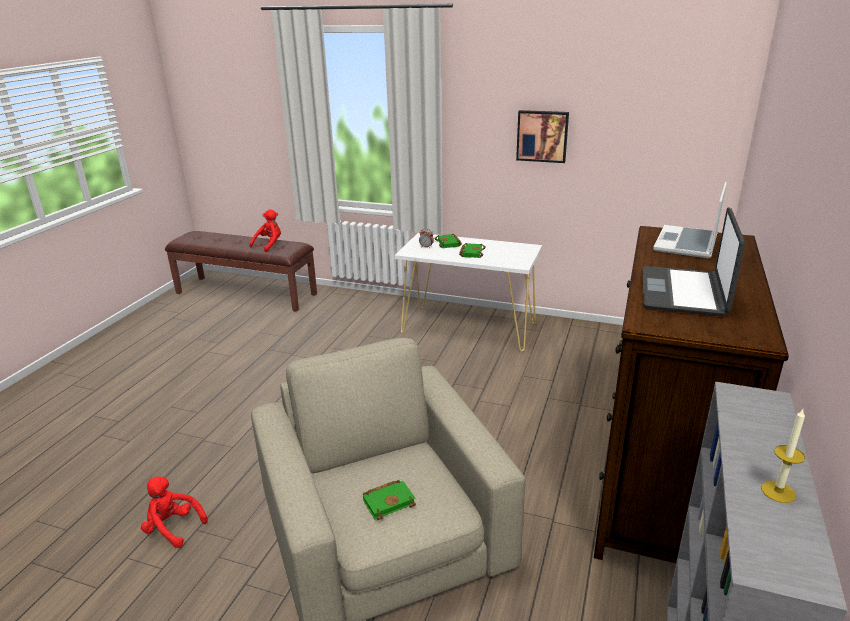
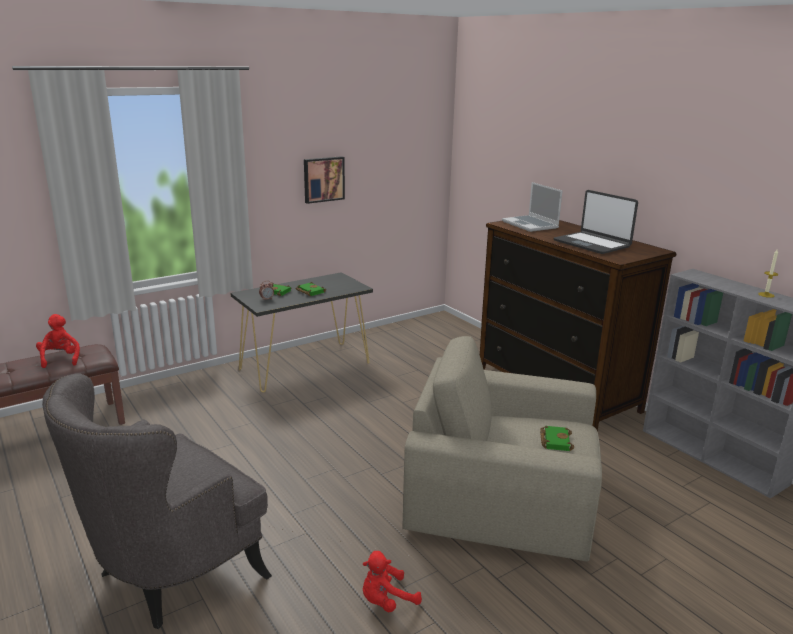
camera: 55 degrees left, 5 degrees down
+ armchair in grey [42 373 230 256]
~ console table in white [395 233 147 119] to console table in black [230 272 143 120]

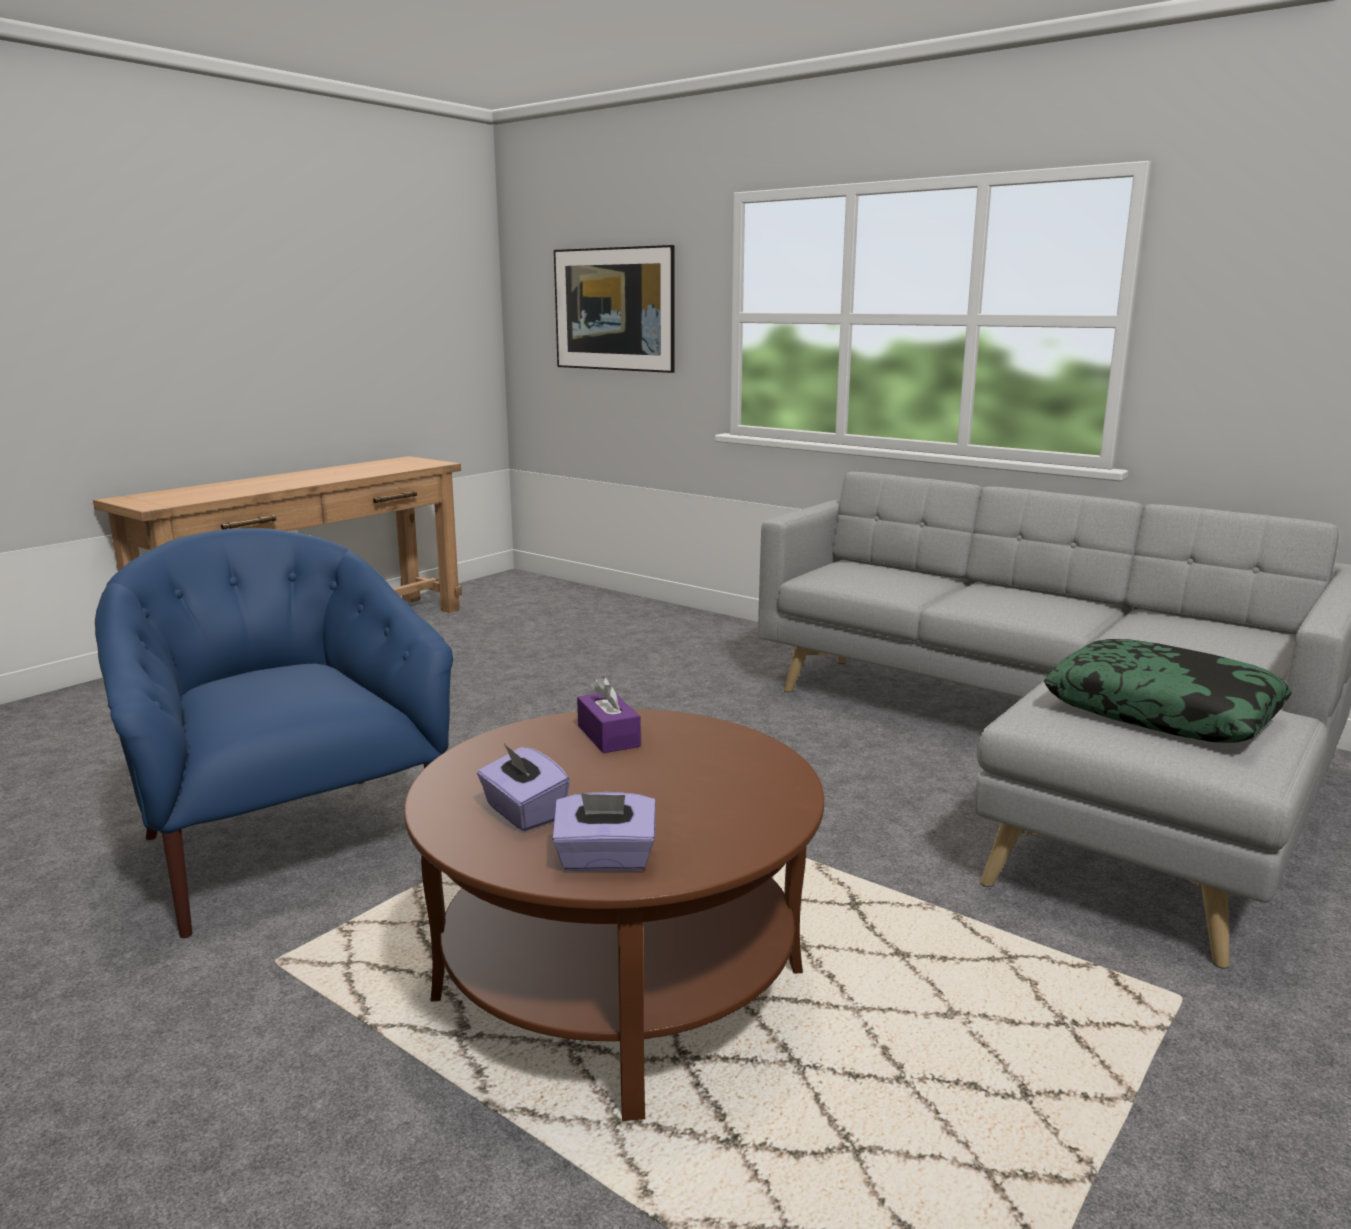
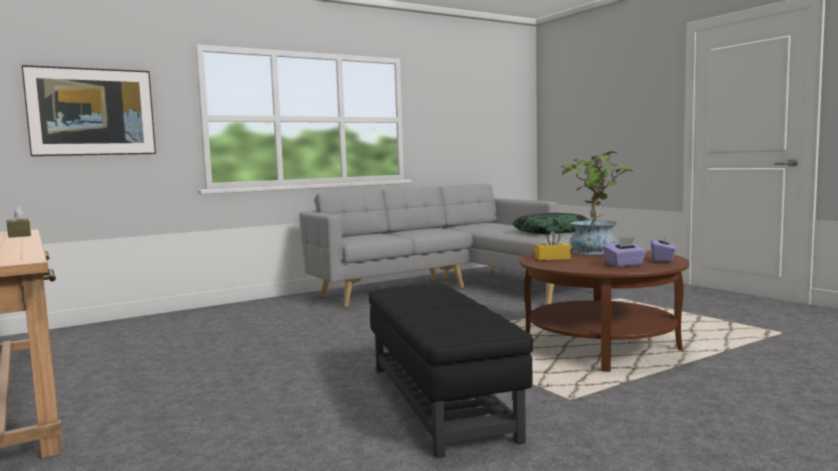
camera: 70 degrees left, 10 degrees down
+ tissue box in brown [6 206 25 32]
+ potted plant [561 151 79 104]
~ armchair in blue [95 528 358 410] to ottoman in black [369 284 164 174]
~ tissue box in purple [577 676 64 77] to tissue box in yellow [535 231 36 30]

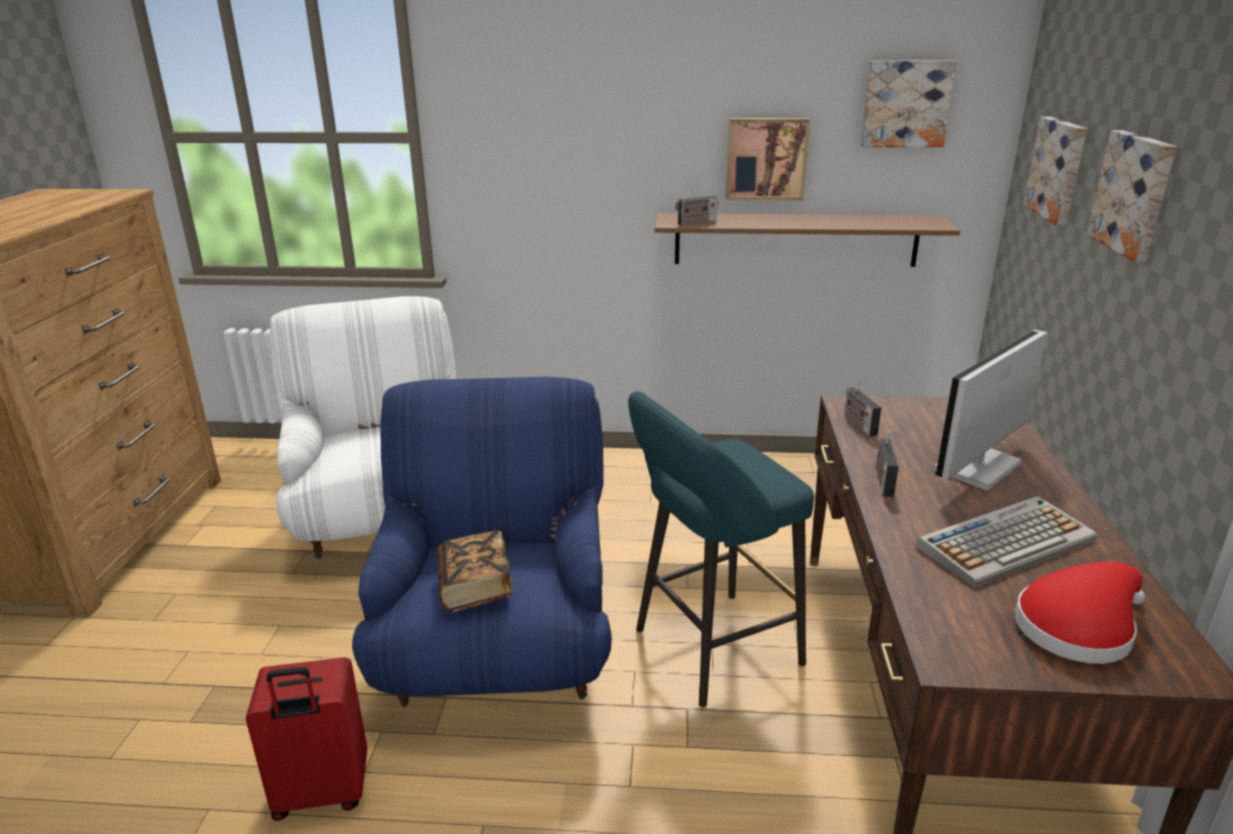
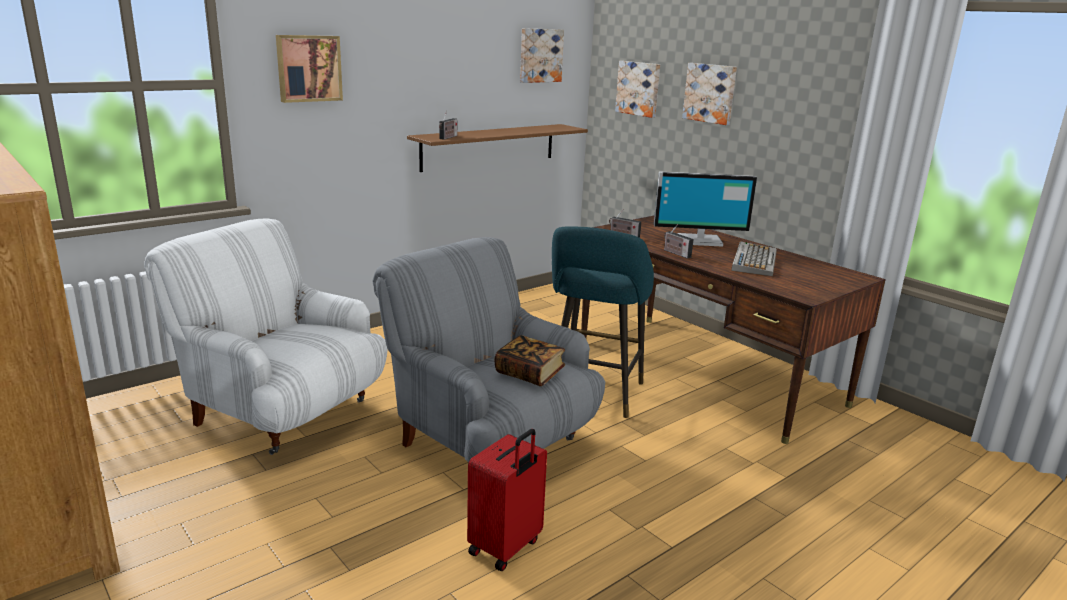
camera: 45 degrees left, 5 degrees down
- hat in red [1015 561 130 103]
~ picture [725 118 85 82] to [276 35 67 68]
~ armchair in blue [352 377 260 330] to armchair in grey [372 237 233 225]
~ monitor [933 330 114 161] = [654 172 103 75] 90 degrees counterclockwise

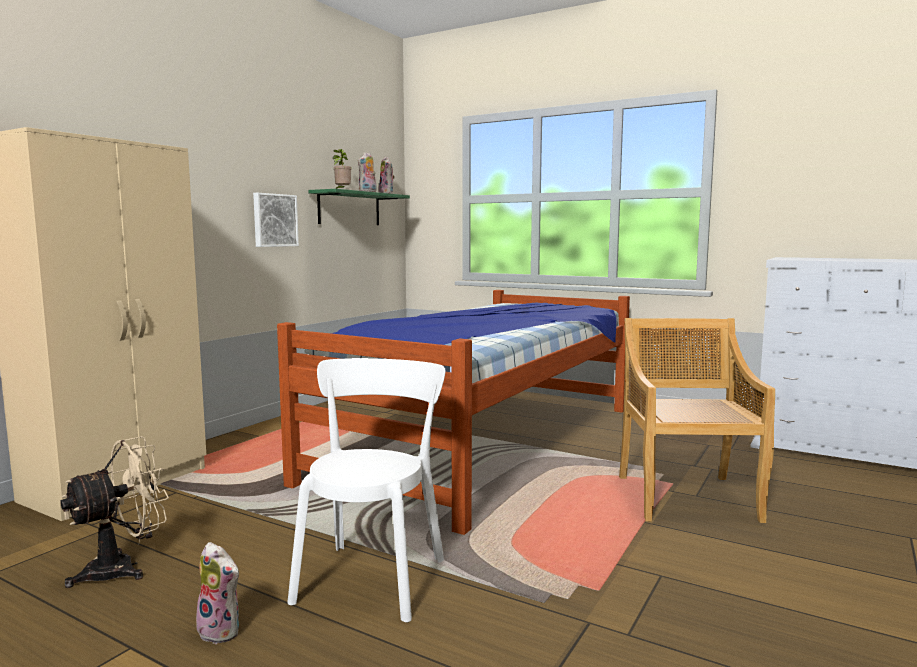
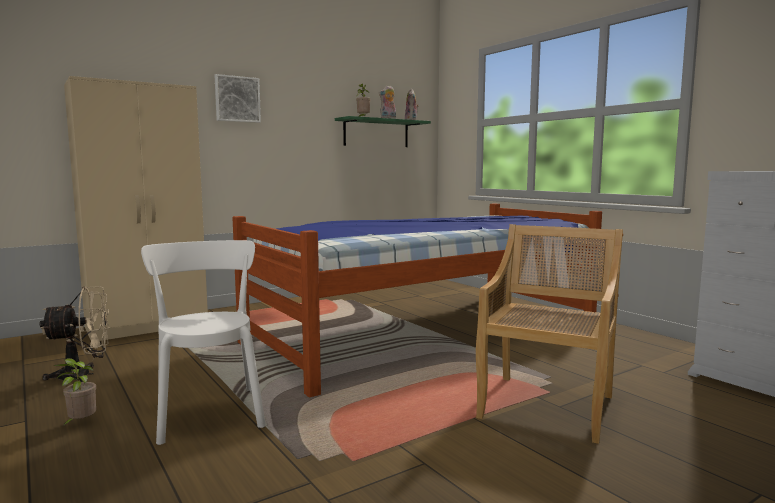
camera: 25 degrees right, 0 degrees up
~ picture [253 193 46 54] to [215 74 46 49]
~ plush toy [196 542 43 102] to potted plant [54 358 42 70]
~ chair in white [287 358 159 264] = [141 240 124 205] 60 degrees counterclockwise

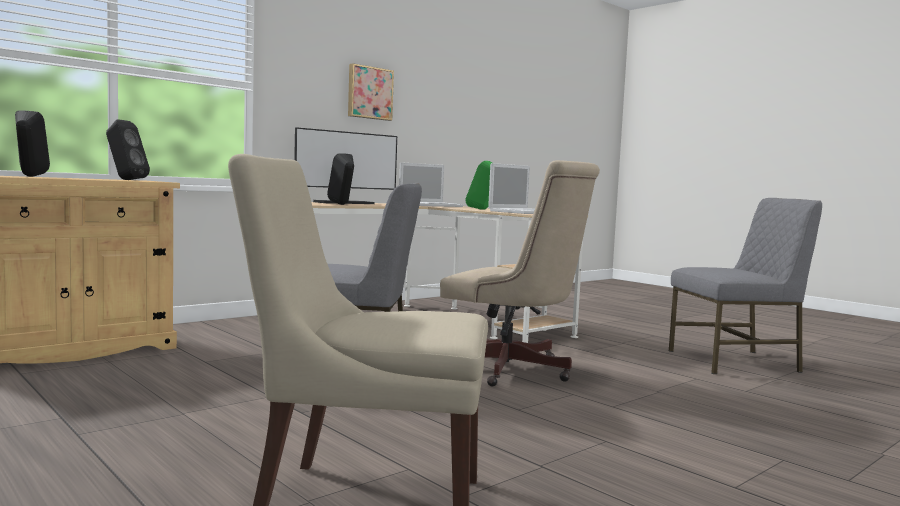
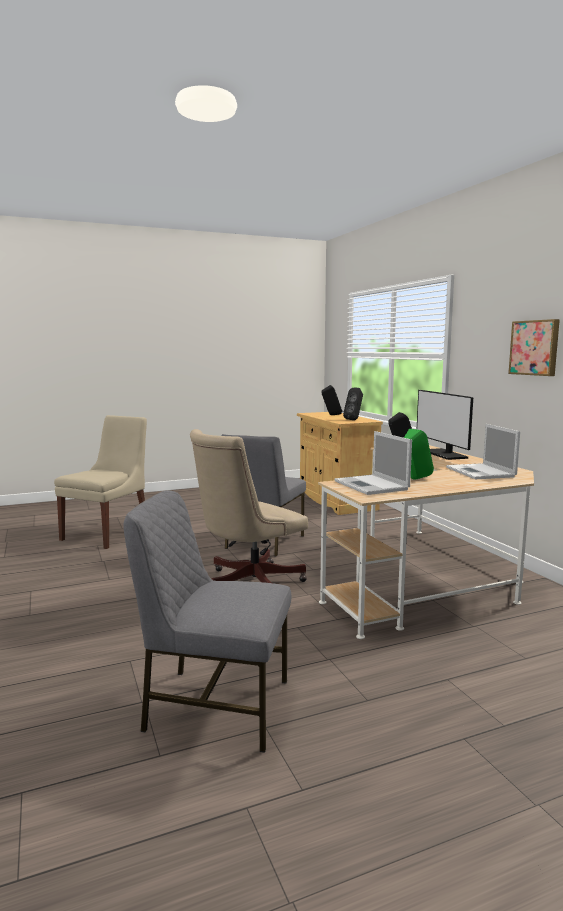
camera: 110 degrees right, 5 degrees up
~ chair in grey [669 198 153 176] = [123 491 169 262] 90 degrees clockwise

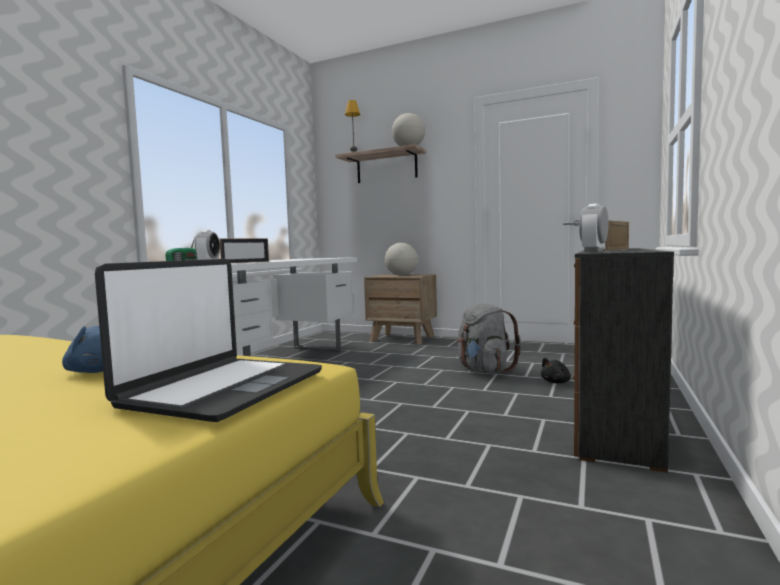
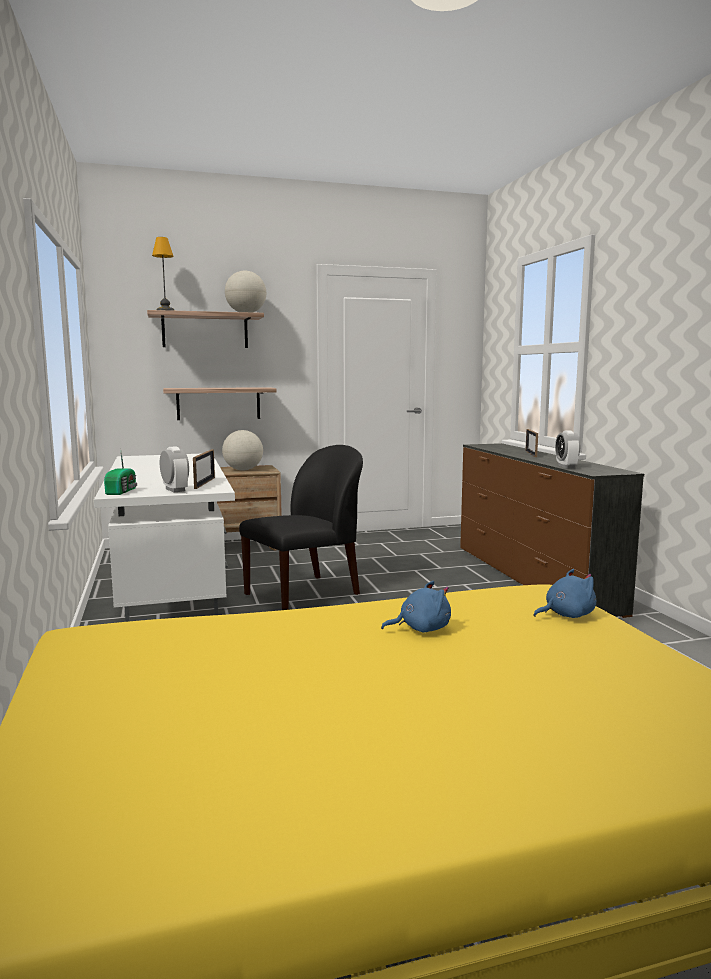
camera: 40 degrees left, 5 degrees up
- backpack in grey [457 304 64 70]
- plush toy in black [541 358 30 25]
+ shelf [163 387 114 33]
+ chair in black [239 445 124 165]
~ laptop [95 259 227 163] to plush toy in blue [534 569 62 49]

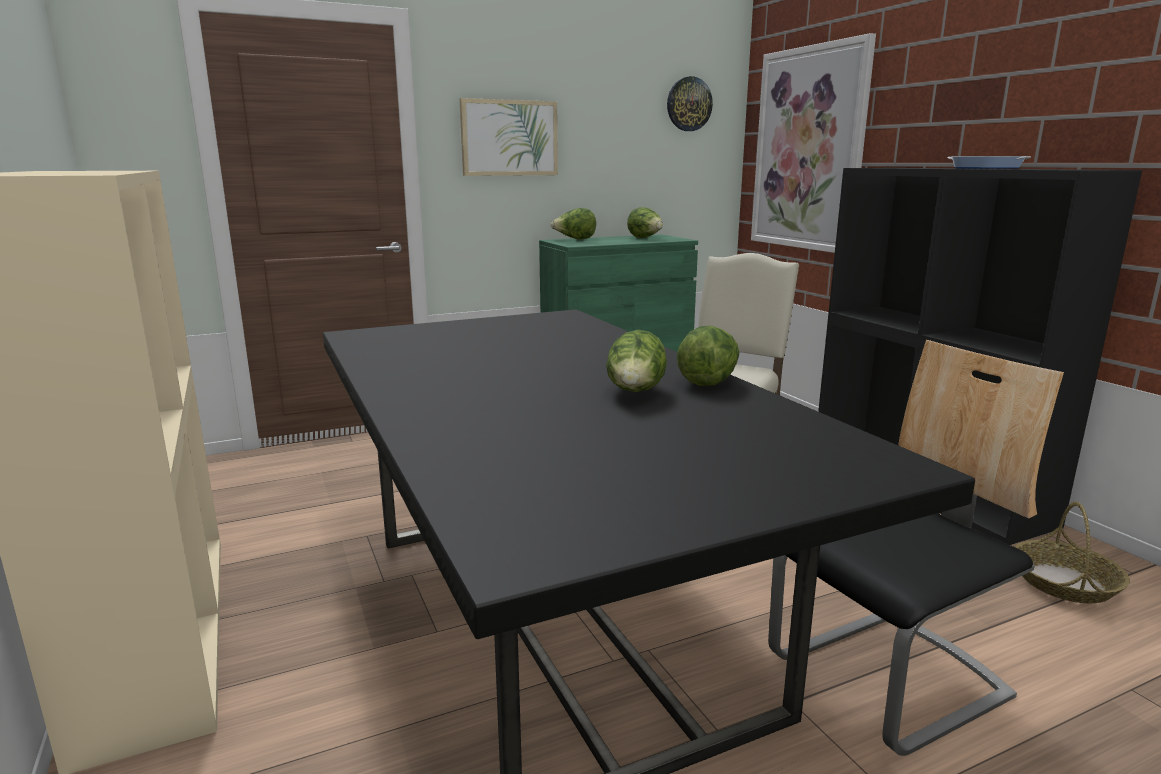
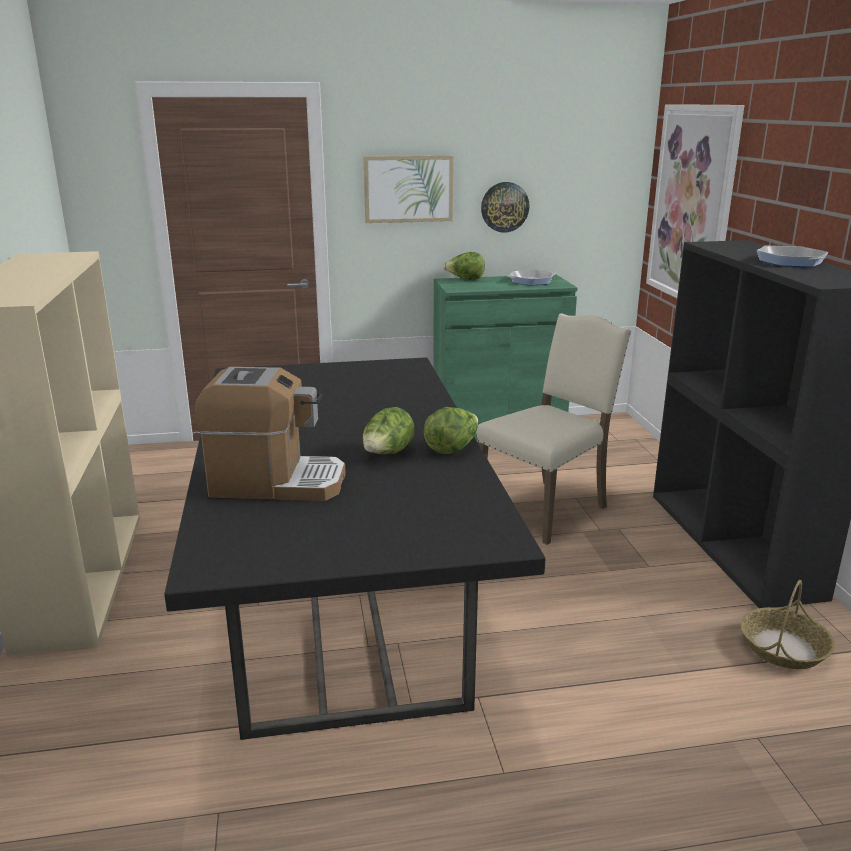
camera: 15 degrees right, 5 degrees up
- chair [768 340 296 416]
+ coffee machine [195 367 151 134]
~ wall clock [667 76 46 55] to [481 182 48 51]
~ lettuce [627 207 36 31] to frying pan [508 270 48 16]

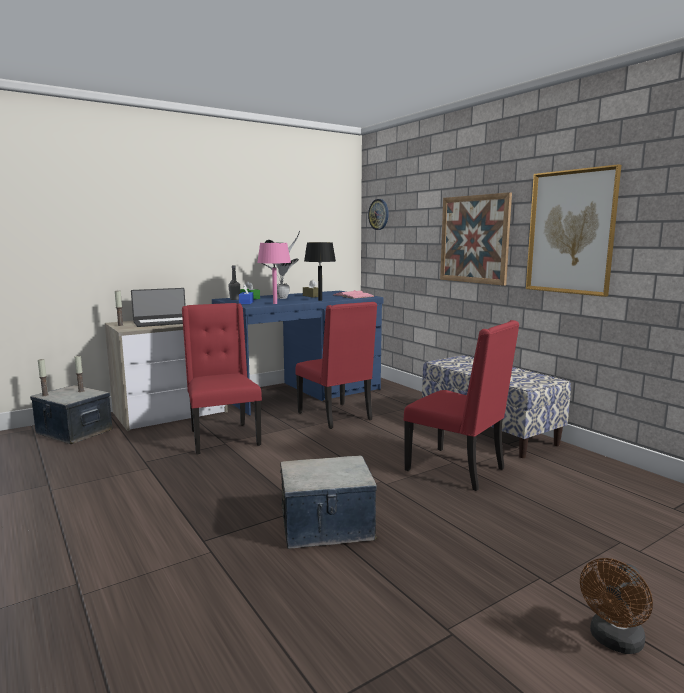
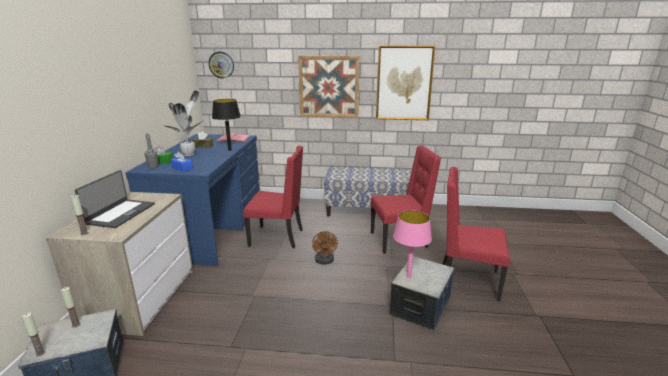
camera: 50 degrees left, 10 degrees up
~ chair in red [182 303 80 152] to [442 167 68 134]
~ table lamp in pink [257 243 34 61] to [393 210 39 68]
~ fan in brown [580 558 73 96] to [312 231 26 34]

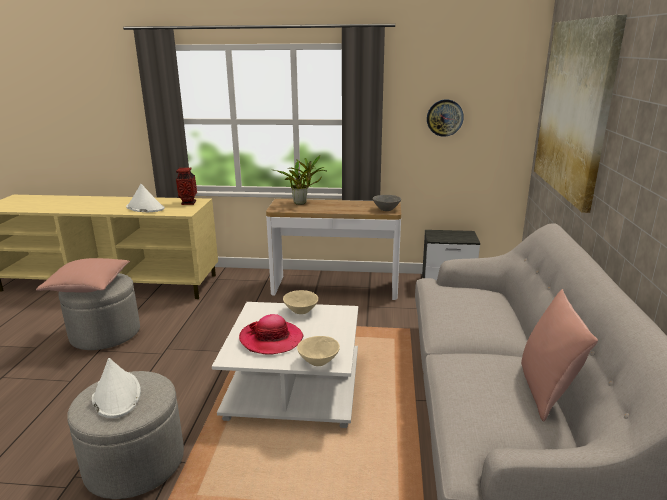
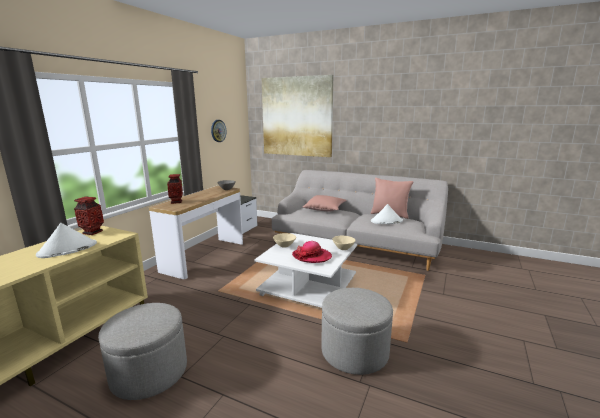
camera: 70 degrees left, 5 degrees down
~ pillow in pink [36 258 94 35] to [303 195 44 16]
~ hat in white [92 358 49 60] to [371 204 32 20]
~ potted plant [274 155 52 50] to vase [167 174 16 30]

